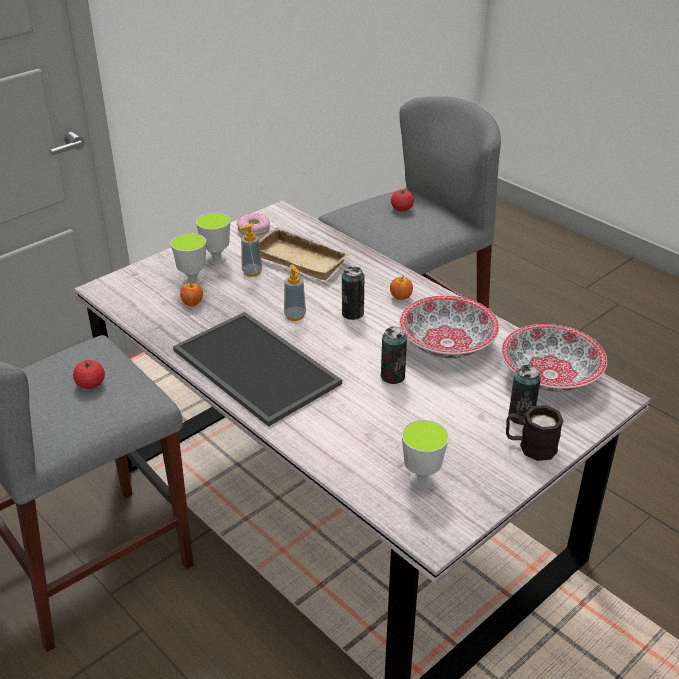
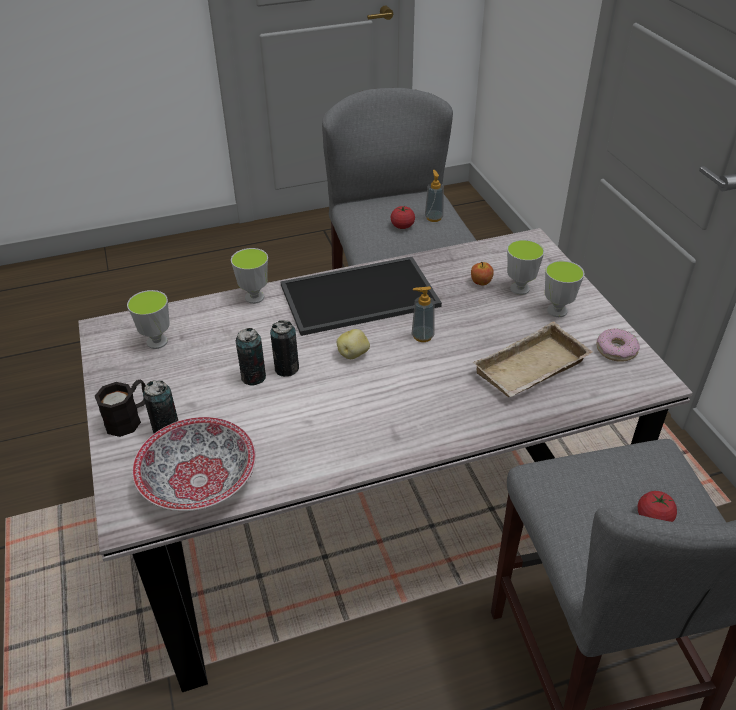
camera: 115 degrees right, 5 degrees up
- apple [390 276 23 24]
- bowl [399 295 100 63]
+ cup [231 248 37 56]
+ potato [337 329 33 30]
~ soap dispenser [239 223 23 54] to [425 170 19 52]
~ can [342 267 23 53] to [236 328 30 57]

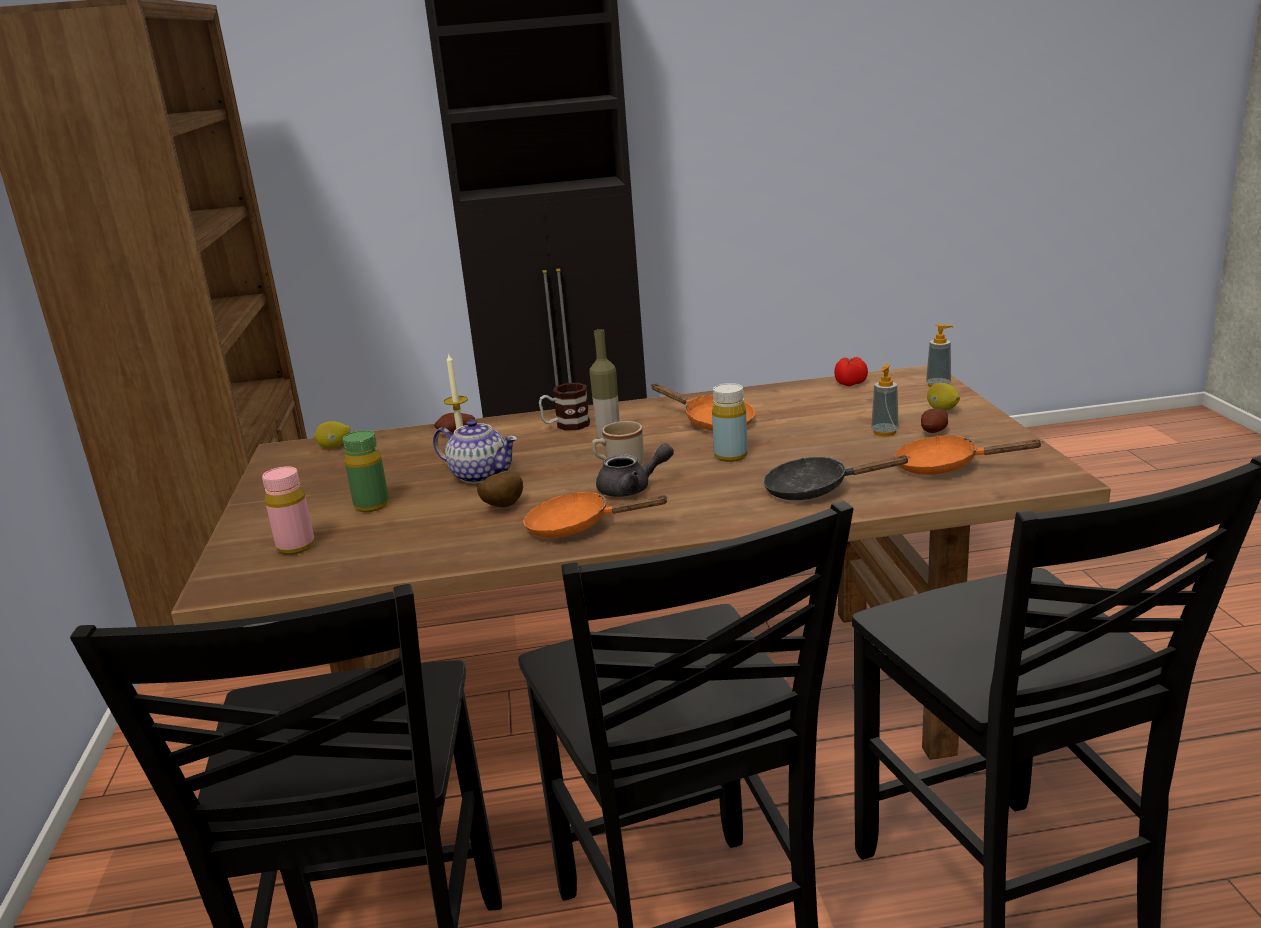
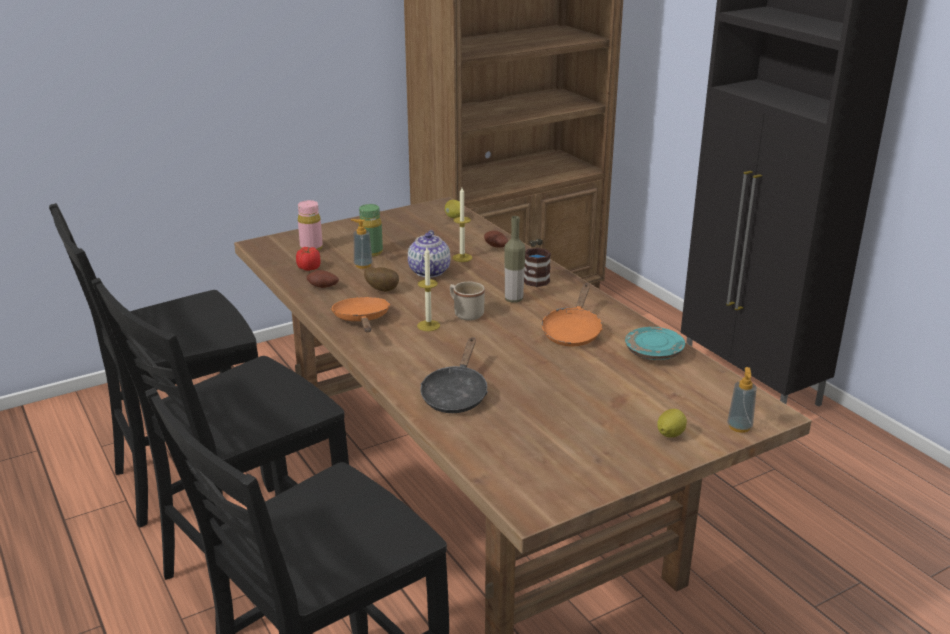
camera: 65 degrees right, 5 degrees up
- bottle in yellow [712 383 36 79]
- frying pan in orange [894 435 149 40]
+ plate in turquoise [625 327 60 33]
~ tomato [834 357 34 29] to [296 247 24 24]
~ soap dispenser [871 364 28 72] to [351 219 22 50]
~ potato [921 409 27 24] to [306 270 33 18]
~ teapot in grey [596 443 78 54] to candle [417 247 23 84]
~ frying pan in black [763 455 147 45] = [420 337 68 76] 150 degrees counterclockwise

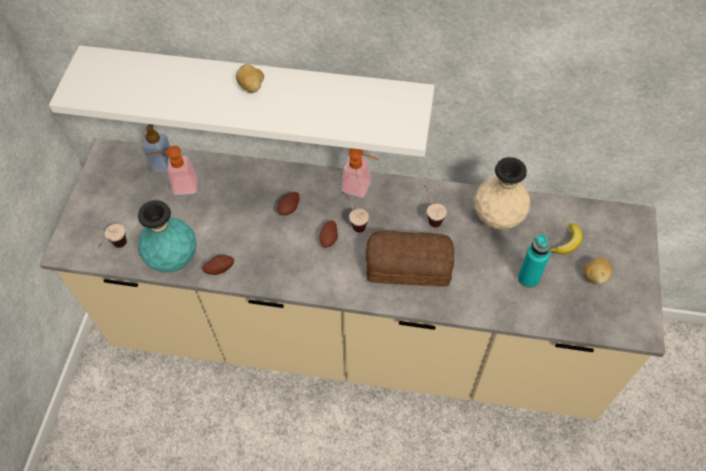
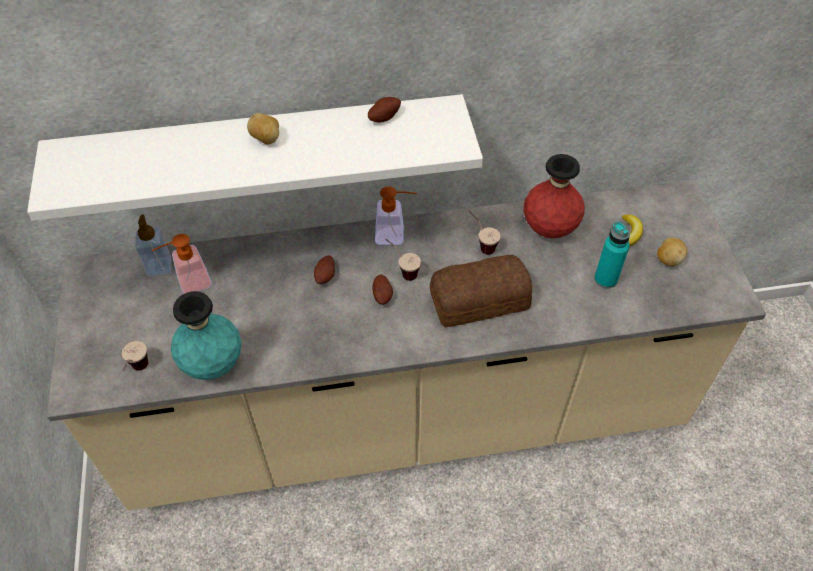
camera: 20 degrees left, 5 degrees down
~ potato [202 255 32 20] to [368 97 33 26]
~ vase in beige [474 157 56 73] to vase in red [524 154 61 84]

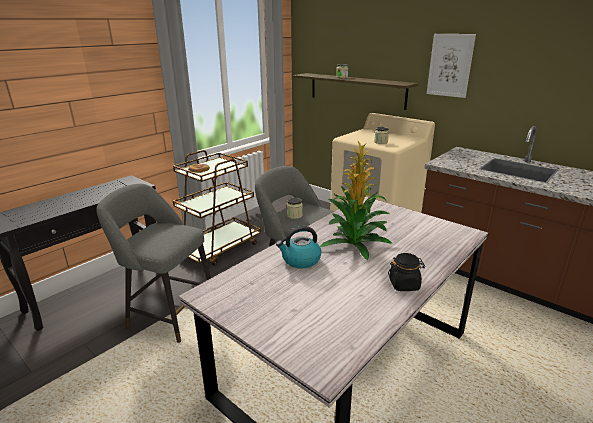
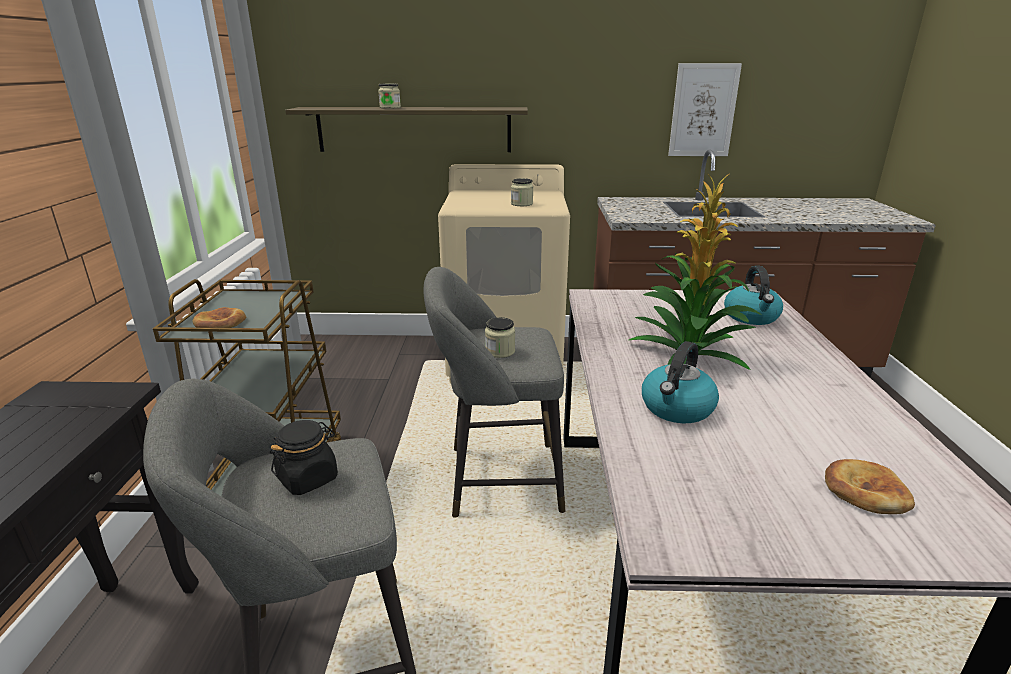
camera: 40 degrees left, 0 degrees up
+ kettle [724 266 59 59]
+ bread [825 459 90 55]
~ jar in black [388 253 37 38] to [270 420 68 75]
~ picture [427 34 49 64] to [668 63 74 93]

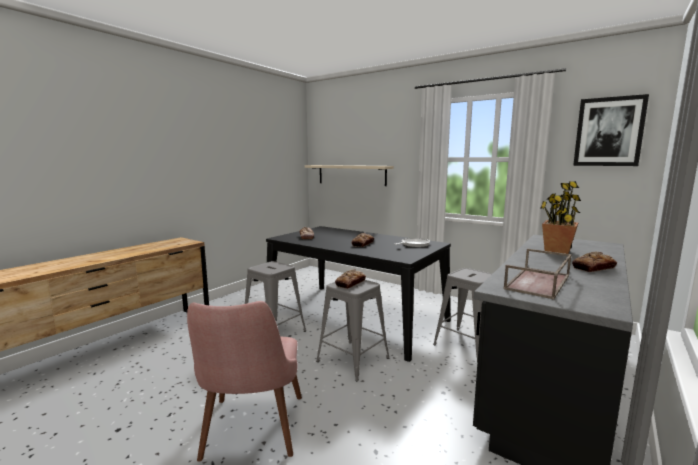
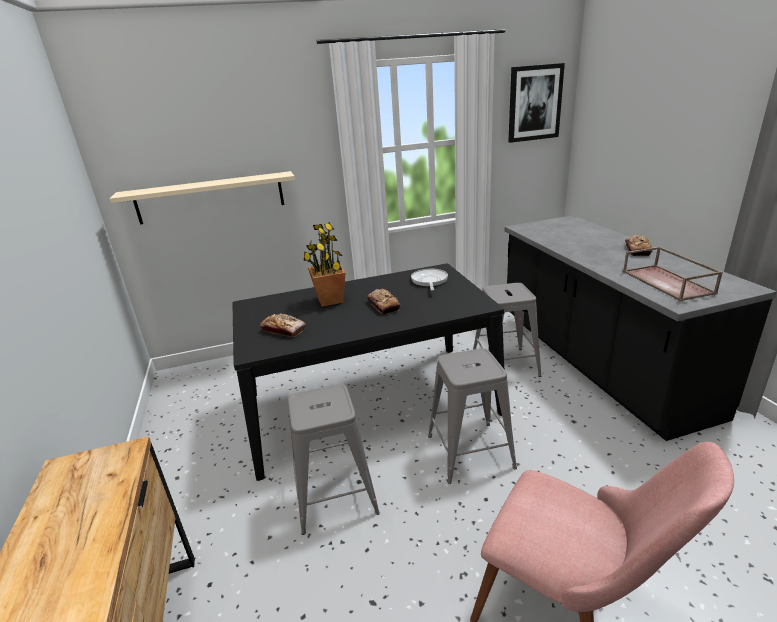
camera: 50 degrees left, 15 degrees up
- bread [335 269 31 20]
~ potted plant [540 181 41 73] to [303 222 43 85]

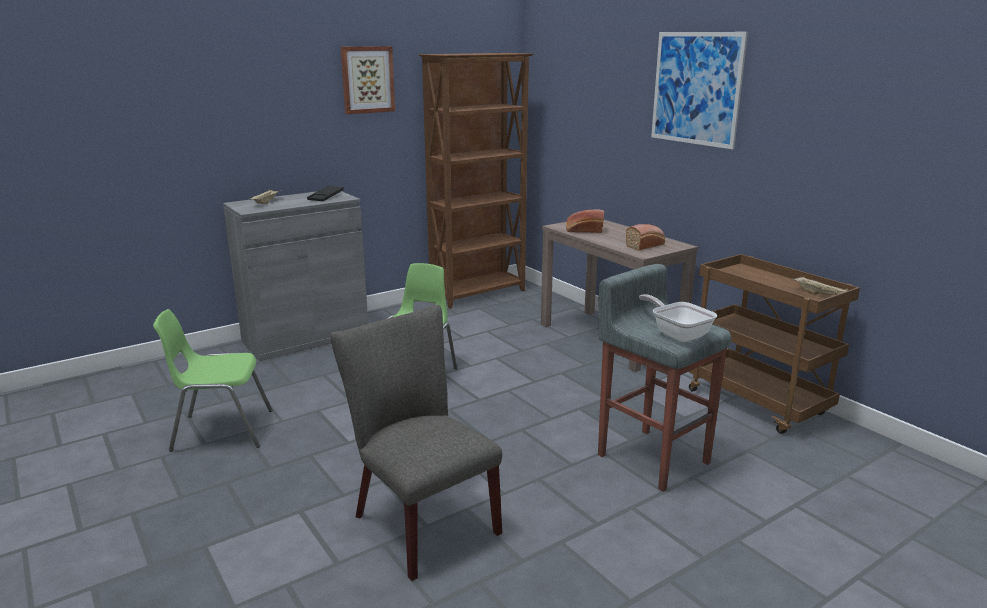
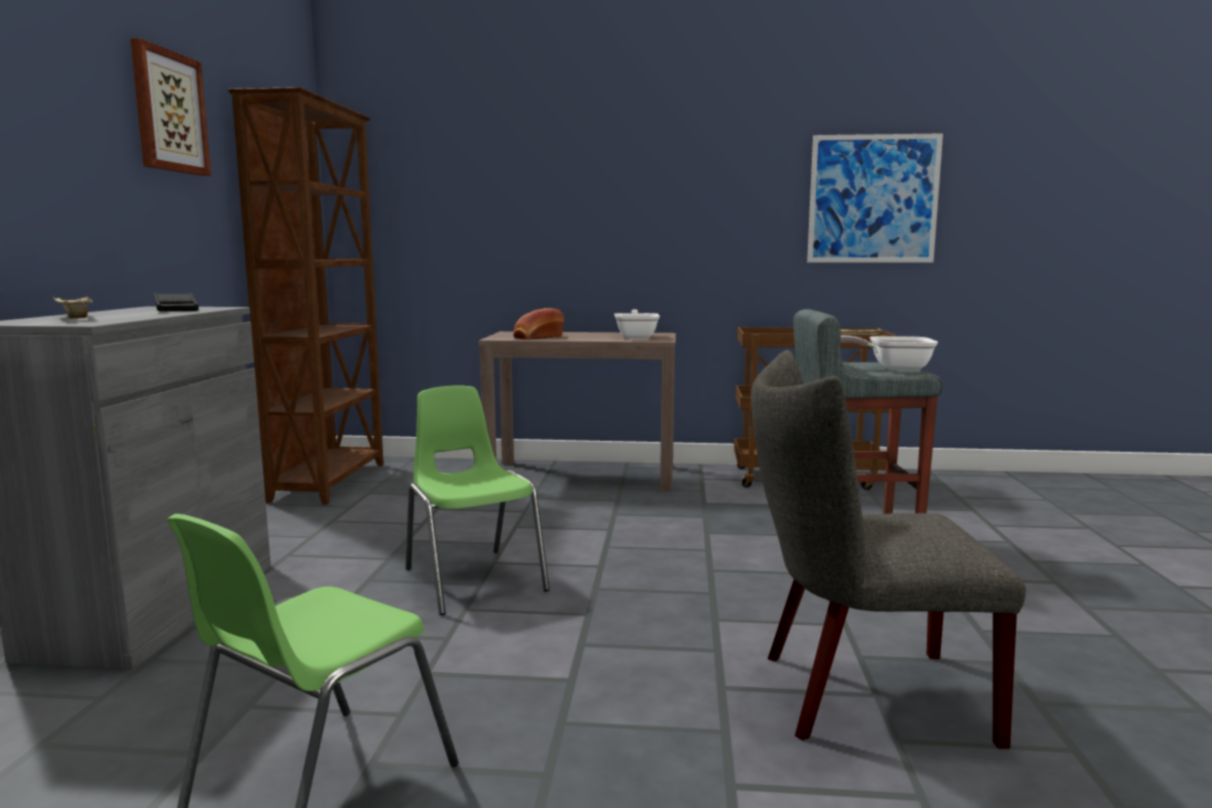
camera: 50 degrees left, 10 degrees down
~ picture [651 32 97 117] to [807 133 136 130]
~ bread [626 224 39 27] to frying pan [614 310 46 29]

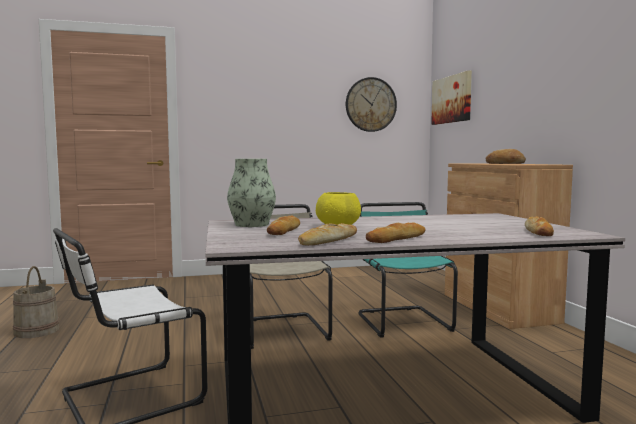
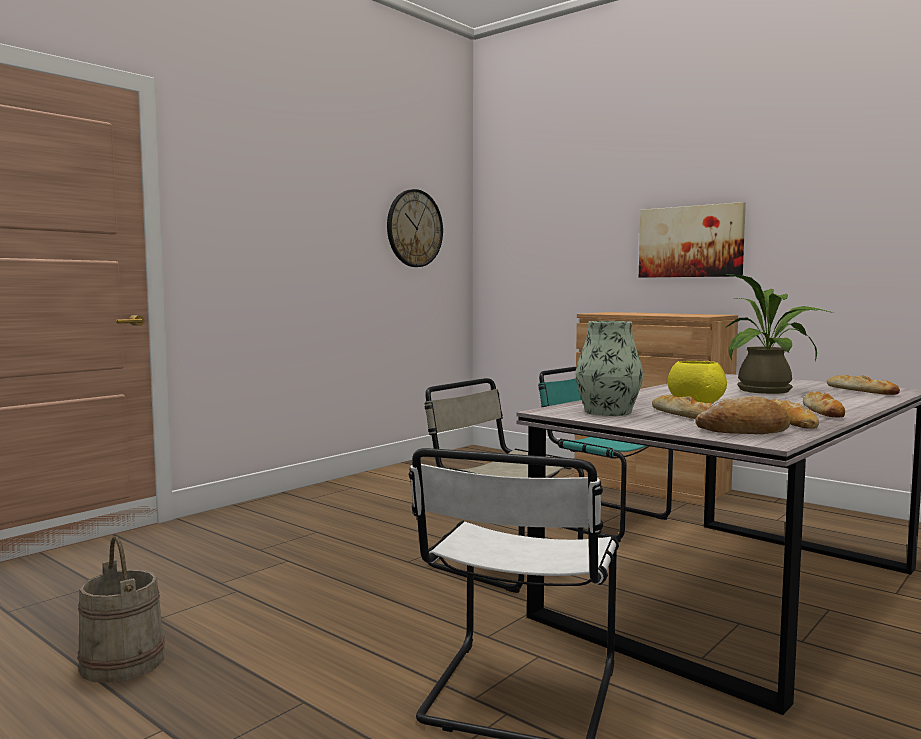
camera: 35 degrees left, 0 degrees up
+ potted plant [726 274 107 120]
~ picture [431 71 41 54] to [639 202 107 76]
~ bread [485 149 41 15] to [695 396 95 38]

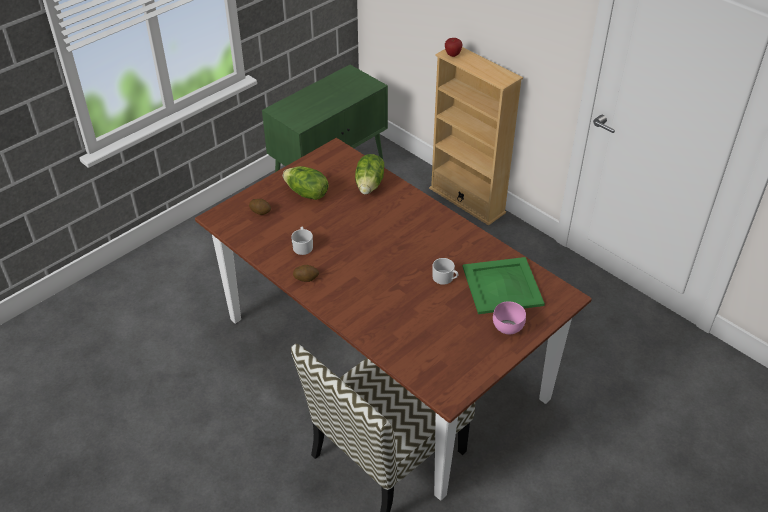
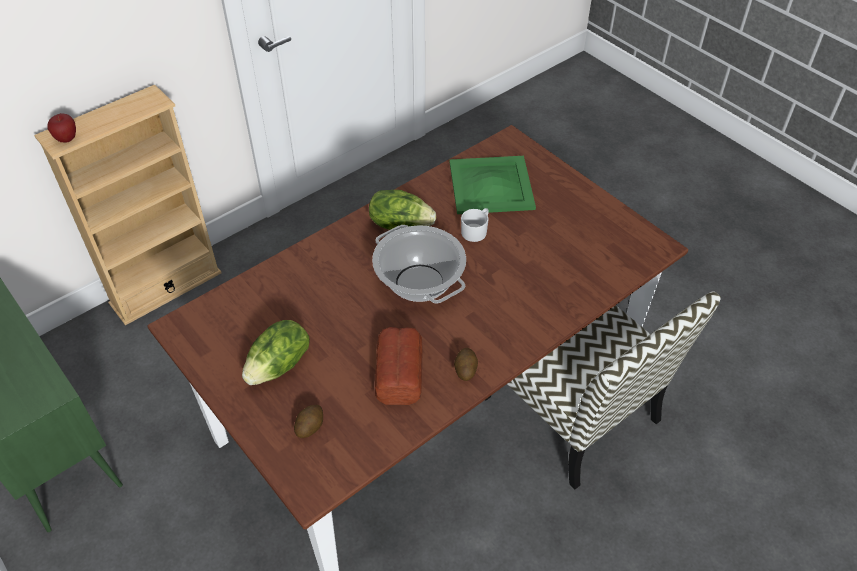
camera: 85 degrees left, 5 degrees up
- bowl in pink [493 301 33 33]
+ cooking pot [372 225 94 78]
~ lettuce [355 154 29 40] to [369 190 67 40]
~ mug in white [291 227 22 28] to bread [375 327 47 78]

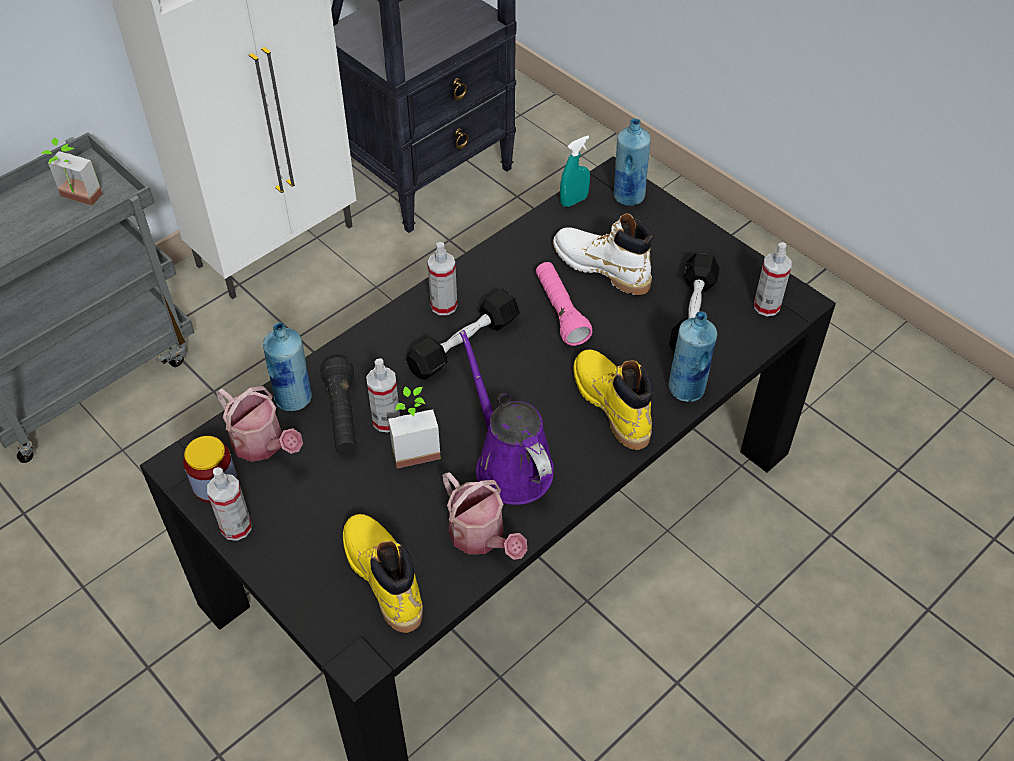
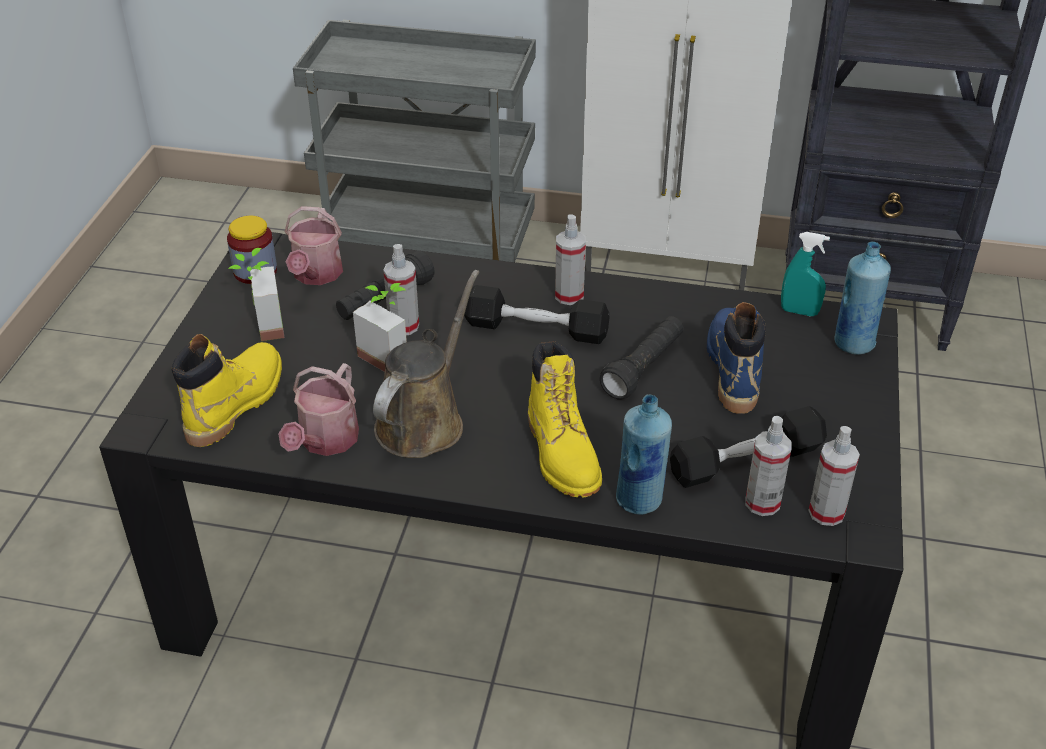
camera: 55 degrees right, 10 degrees down
- bottle in blue [263 322 49 89]
~ potted plant [41 138 62 68] to [228 248 57 93]
~ spray bottle [207 467 45 74] to [745 416 47 100]
~ watering can in purple [459 330 95 175] to watering can in brown [373 270 106 188]
~ flashlight in pink [536 262 56 84] to flashlight in black [600 316 84 84]
~ boot in white [553 213 101 82] to boot in blue [707 302 59 112]
~ boot in yellow [573 349 81 101] = [528 341 74 157] 135 degrees clockwise

